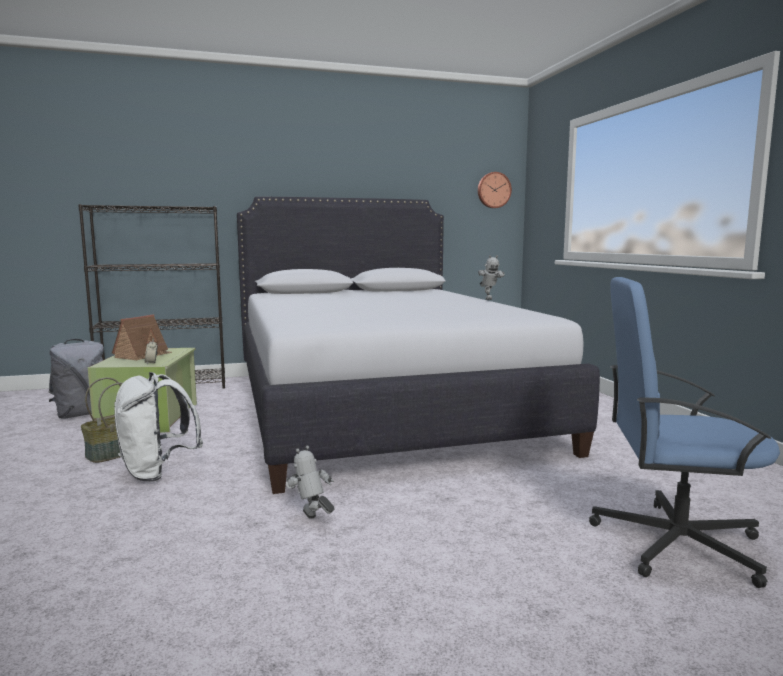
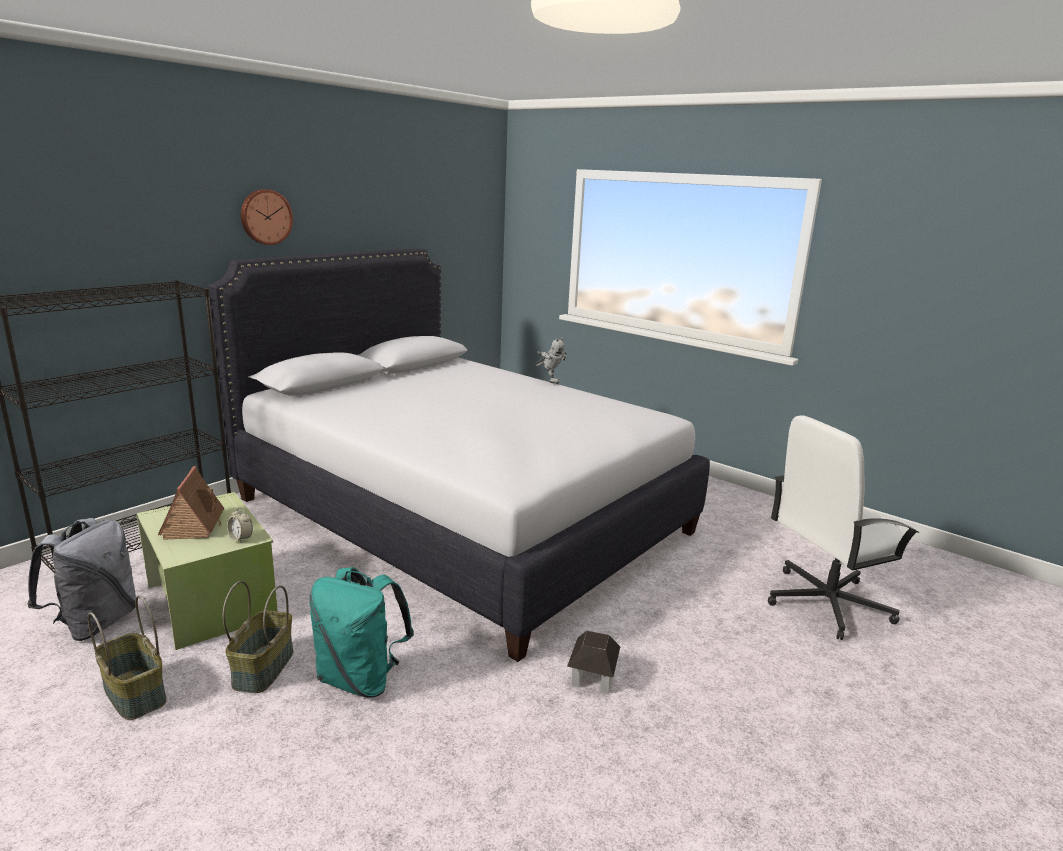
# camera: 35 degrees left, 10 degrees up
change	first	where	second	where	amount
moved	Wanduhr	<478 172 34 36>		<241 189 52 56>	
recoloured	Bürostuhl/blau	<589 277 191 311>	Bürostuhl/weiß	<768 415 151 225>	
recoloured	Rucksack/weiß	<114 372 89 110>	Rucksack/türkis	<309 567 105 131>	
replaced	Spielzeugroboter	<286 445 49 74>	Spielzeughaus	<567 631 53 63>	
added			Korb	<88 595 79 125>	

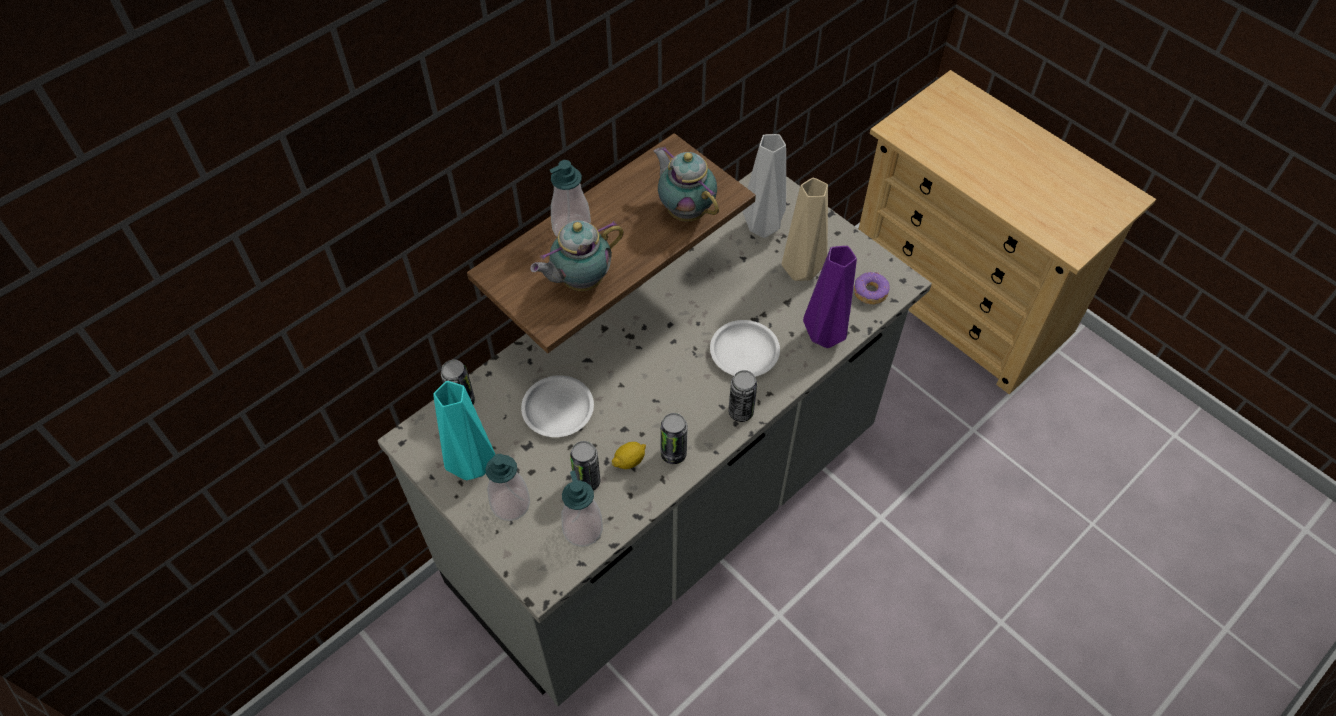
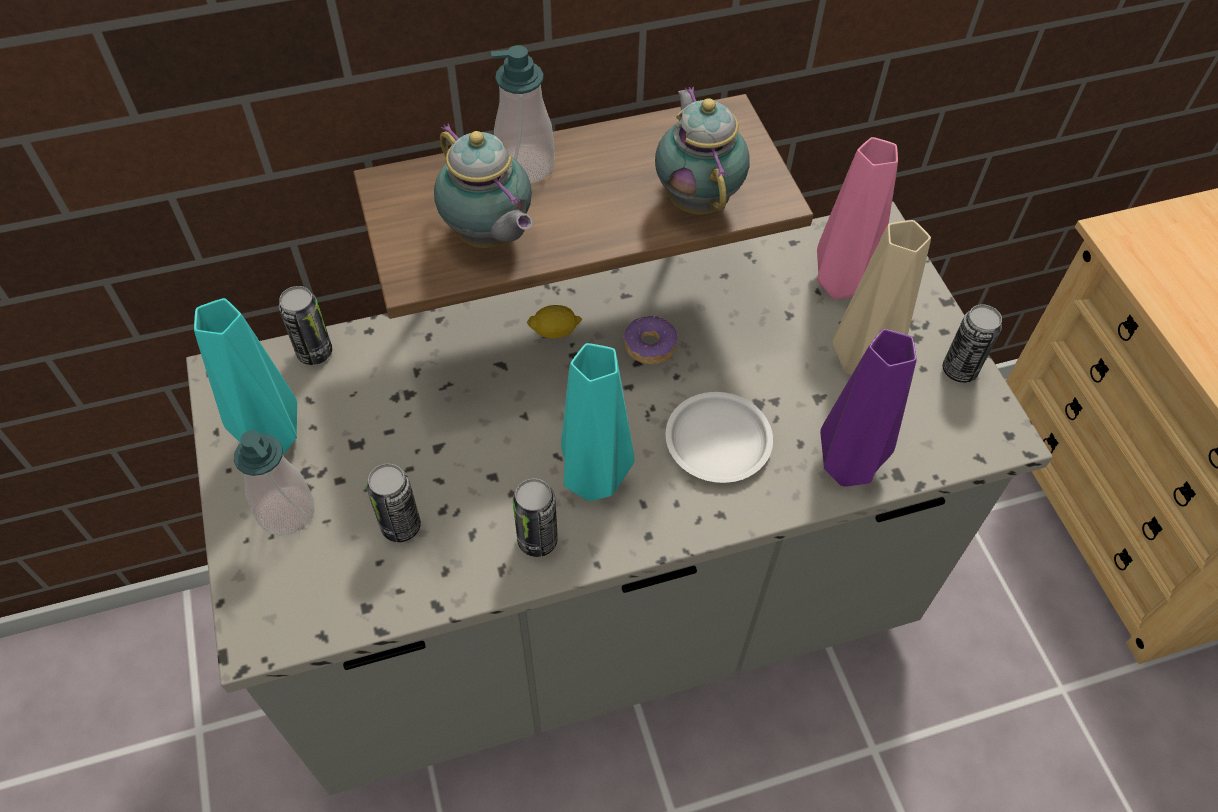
# camera: 25 degrees right, 0 degrees up
change	first	where	second	where	amount
recoloured	Vase/grau	<742 134 44 104>	Vase/rosa	<817 137 81 162>	
turned	Teekanne	<530 220 94 71>		<434 124 99 124>	120 degrees counterclockwise
moved	Donut	<854 272 36 33>		<623 316 54 49>	
moved	Dose	<728 370 29 52>		<943 304 59 79>	
removed	Teller/weiß	<521 375 73 62>			
moved	Zitrone	<612 442 34 27>		<527 305 55 34>	
removed	Seifenspender	<561 471 42 76>			
added			Vase/türkis	<561 343 74 158>	

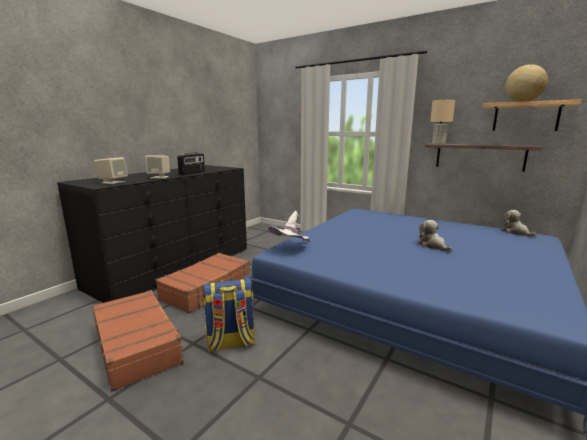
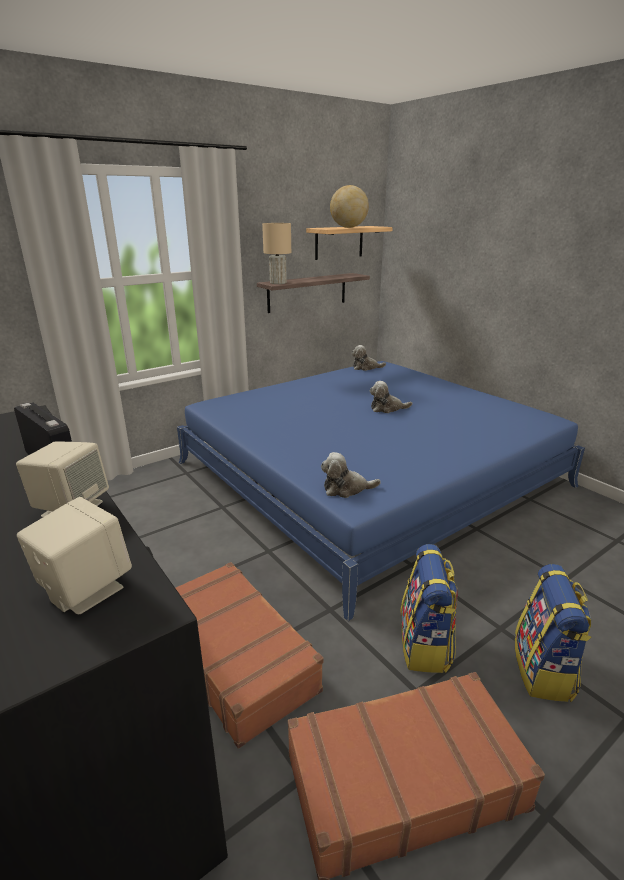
# camera: 70 degrees left, 10 degrees up
change	first	where	second	where	amount
replaced	Hut/weiß	<268 211 42 31>	Plüschtier	<321 452 60 46>	
added			Rucksack	<515 564 77 138>	

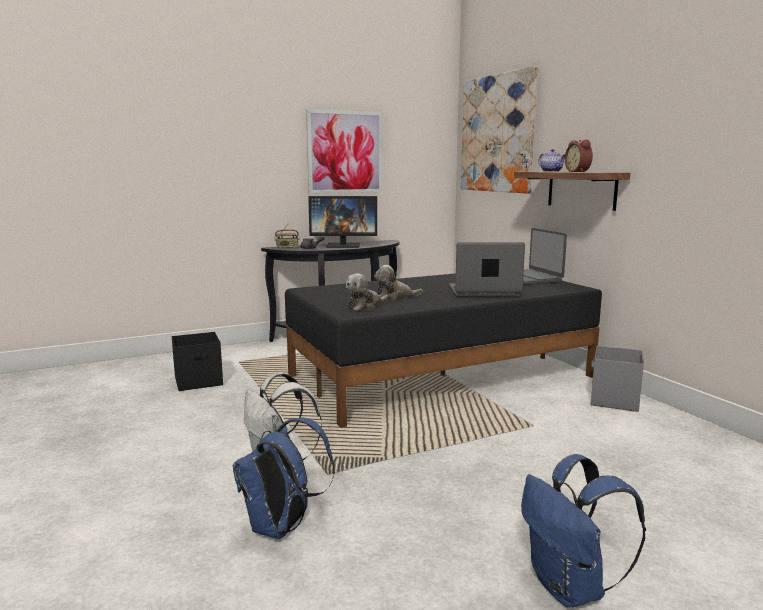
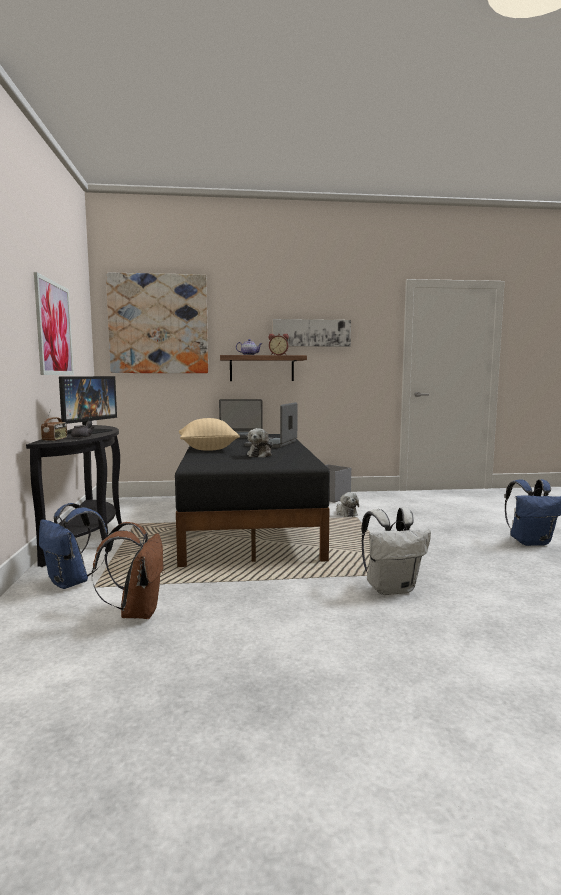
# camera: 70 degrees left, 5 degrees down
change	first	where	second	where	amount
moved	Plüschtier	<346 273 43 38>		<337 492 22 25>	
replaced	Aufbewahrungsbox/schwarz	<172 332 51 59>	Rucksack/braun	<92 522 73 97>	
moved	Rucksack/blau	<233 418 102 121>		<39 503 69 86>	
added			Bild	<273 319 78 28>	
added			Kissen/beige	<179 418 61 33>	

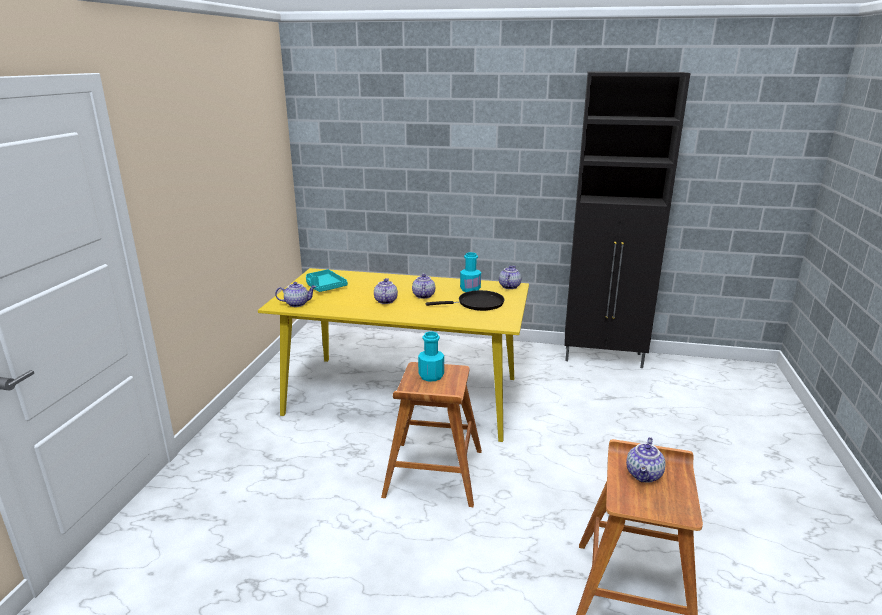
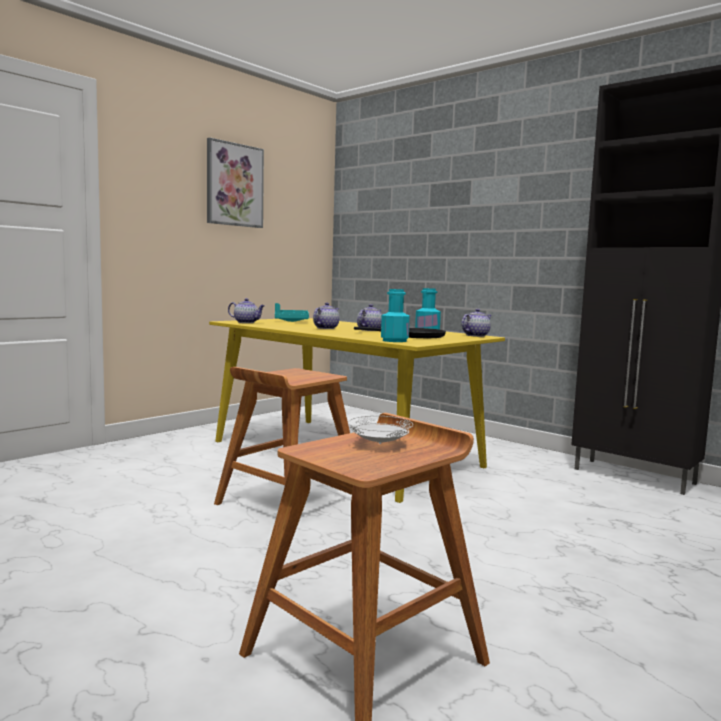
# camera: 30 degrees right, 15 degrees down
change	first	where	second	where	amount
moved	Flasche/türkis	<418 332 26 49>		<381 289 29 53>	
replaced	Teekanne	<626 437 40 46>	Teller/weiß	<348 416 65 28>	
added			Bild	<207 138 57 90>	

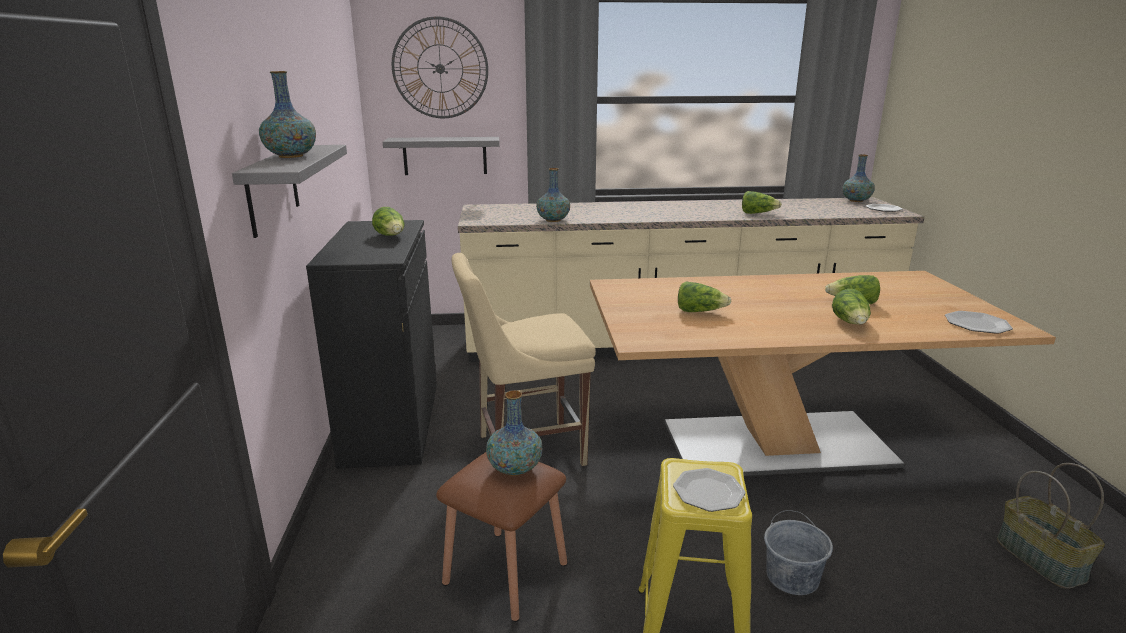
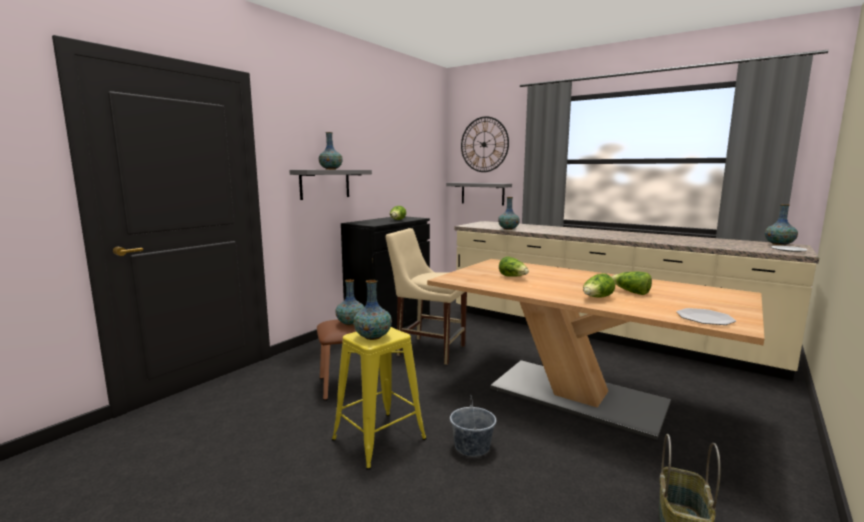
# camera: 40 degrees right, 10 degrees down
change	first	where	second	where	amount
removed	Salatkopf	<742 191 40 23>			
replaced	Teller	<673 468 72 44>	Vase	<353 280 39 60>	

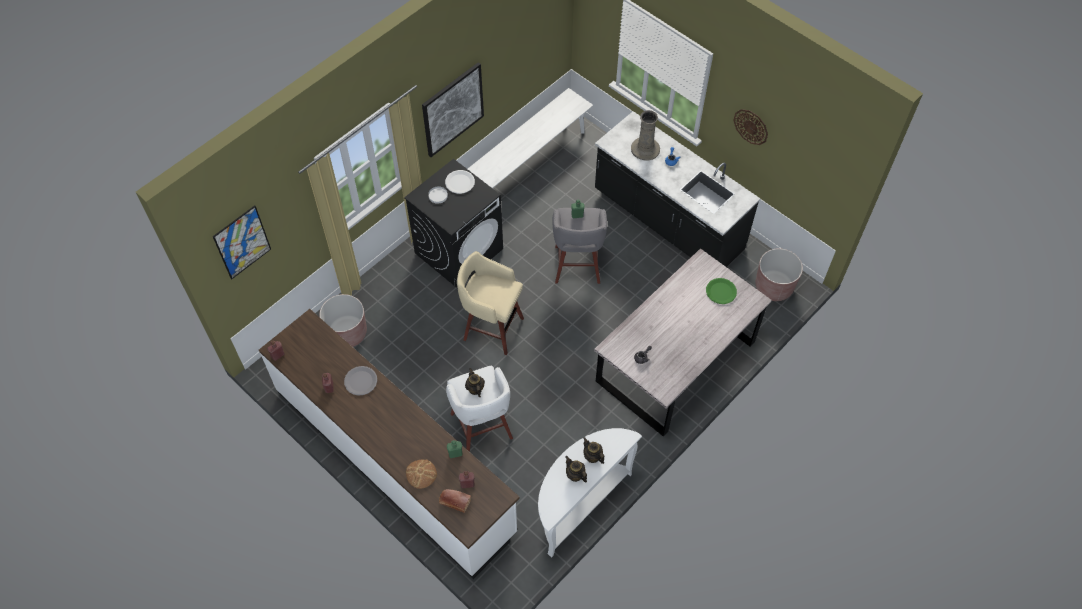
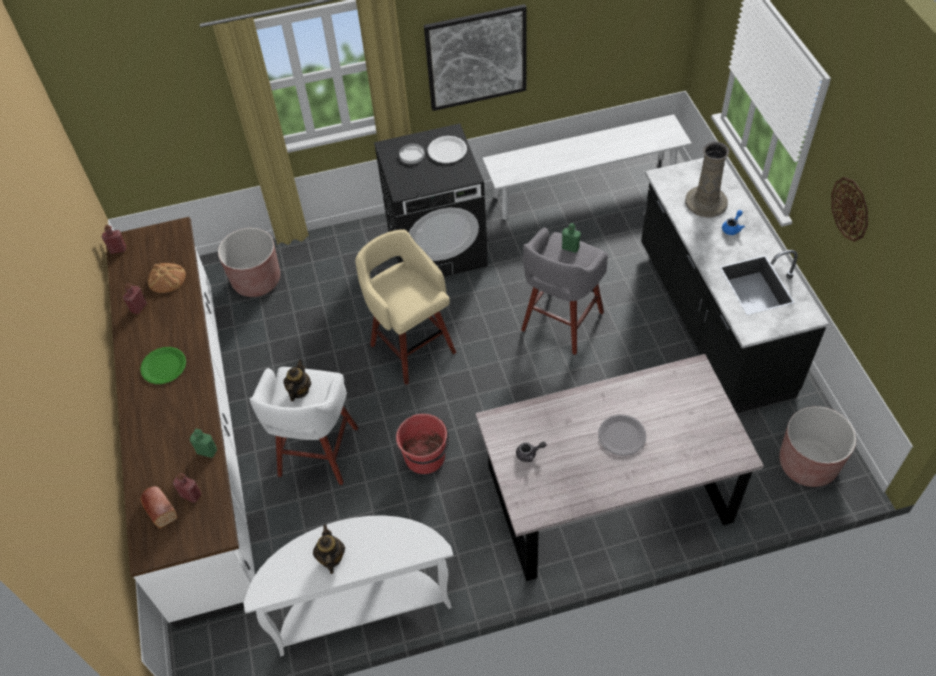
# camera: 35 degrees right, 5 degrees down
change	first	where	second	where	amount
removed	Bild	<213 205 58 74>			
moved	Teller/grün	<706 278 31 26>		<140 347 46 37>	
moved	Teller/grau	<344 366 33 30>		<598 414 48 42>	
removed	Teekanne	<583 437 22 27>			
moved	Brot	<406 460 31 29>		<148 263 38 30>	
added			Eimer/rot	<396 414 53 60>	

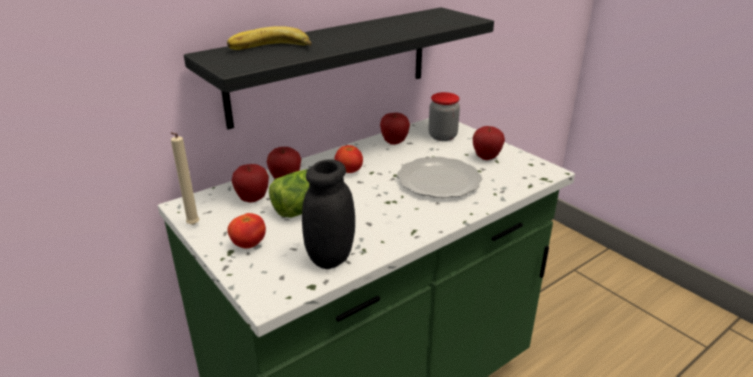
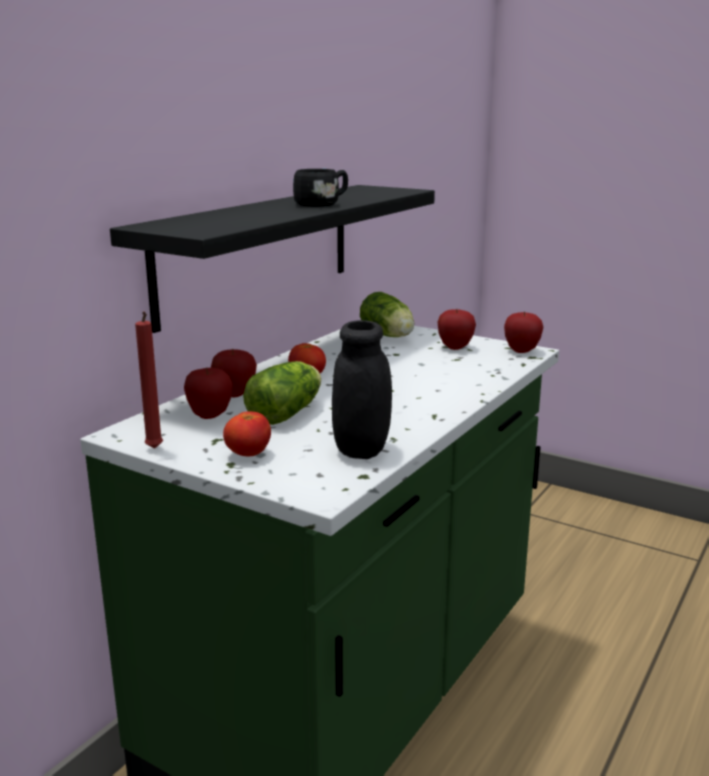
# camera: 20 degrees left, 10 degrees down
change	first	where	second	where	amount
removed	Banane	<227 26 85 24>			
replaced	Vorratsglas	<429 92 31 49>	Salatkopf	<360 292 54 45>	
moved	Apfel	<380 113 30 32>		<504 311 39 42>	
recoloured	Kerze/beige	<171 132 28 93>	Kerze/rot	<135 311 28 138>	
removed	Teller	<397 157 85 41>			
added			Henkelbecher/schwarz	<293 169 55 38>	

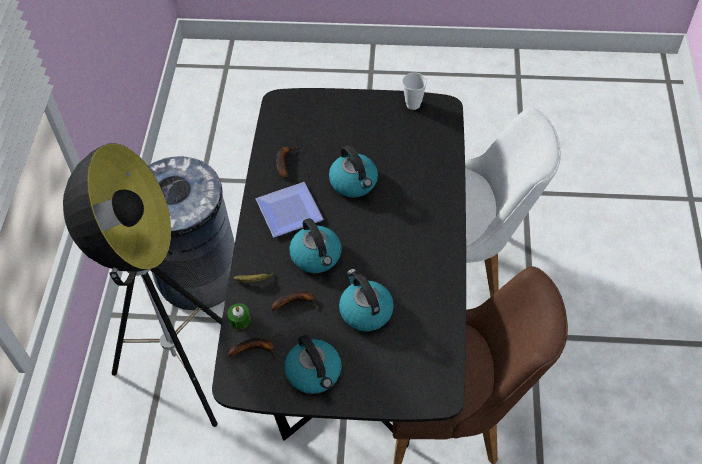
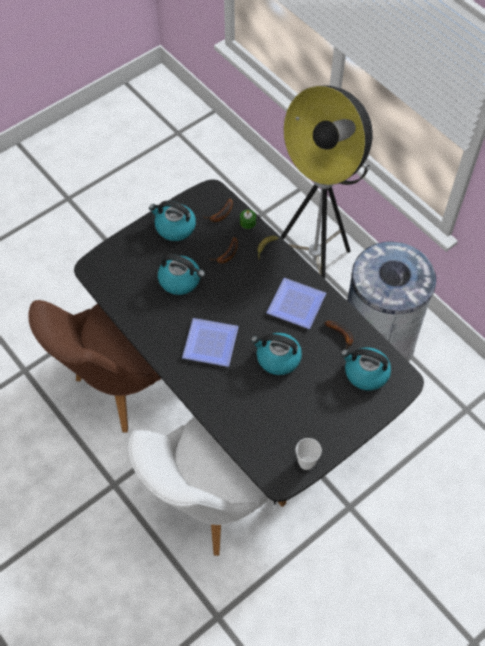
# camera: 135 degrees right, 5 degrees up
change	first	where	second	where	amount
moved	Wasserkessel	<290 218 52 55>		<341 347 50 43>	
added			Teller	<182 318 57 49>	

